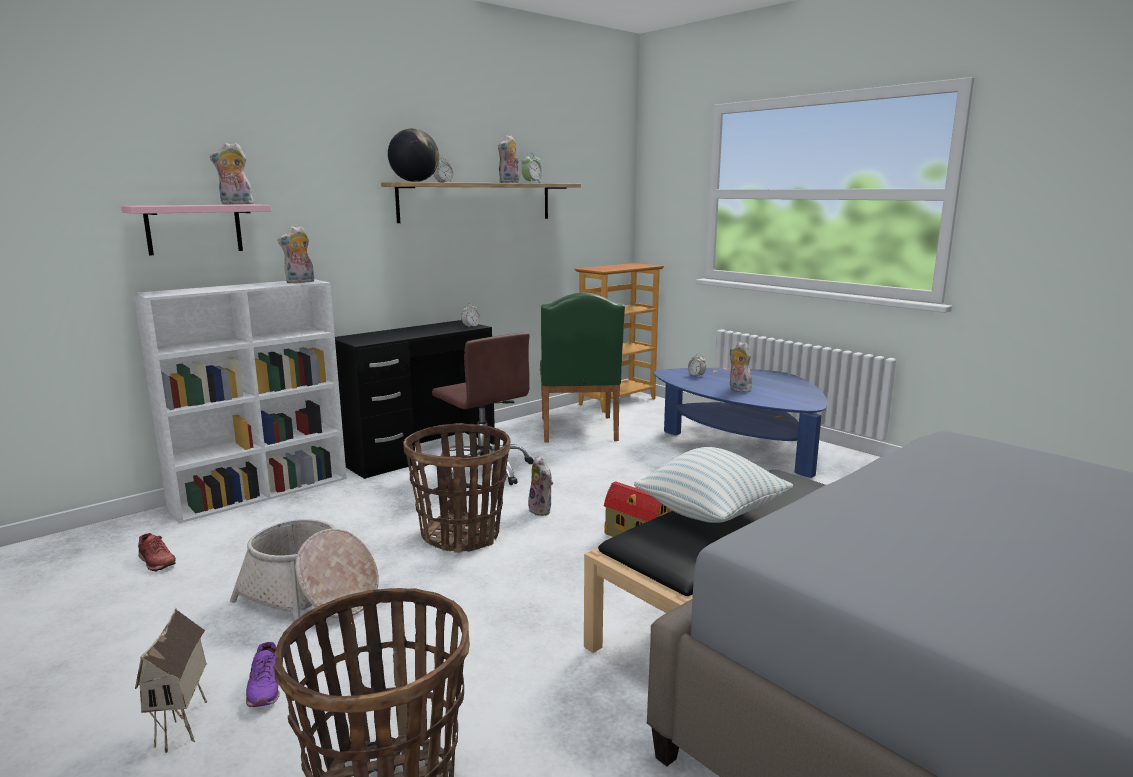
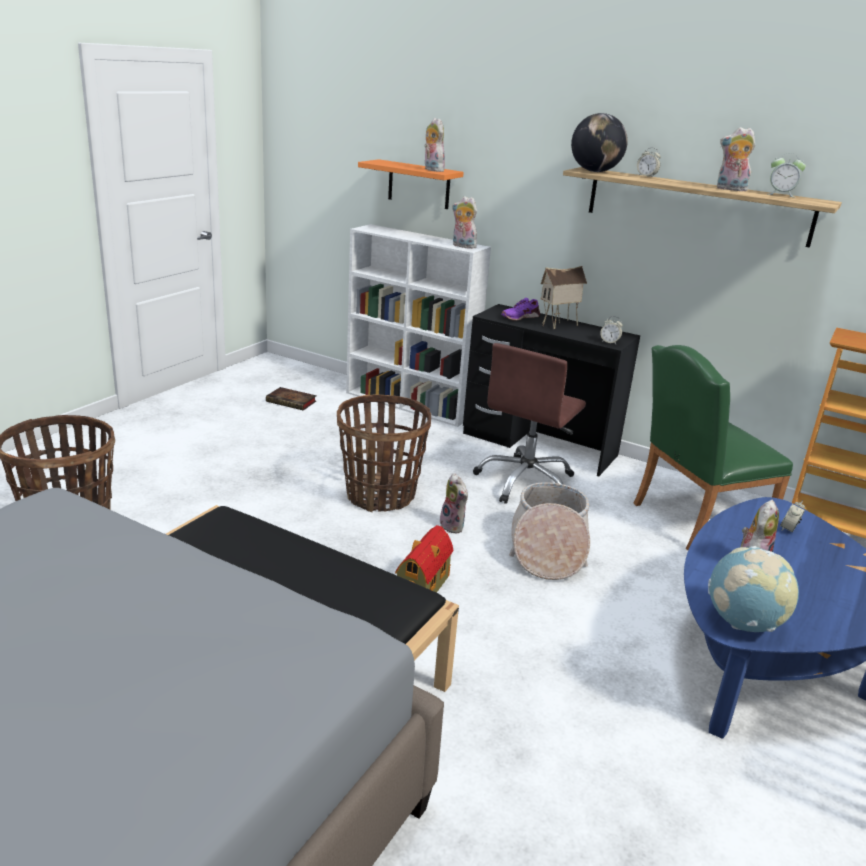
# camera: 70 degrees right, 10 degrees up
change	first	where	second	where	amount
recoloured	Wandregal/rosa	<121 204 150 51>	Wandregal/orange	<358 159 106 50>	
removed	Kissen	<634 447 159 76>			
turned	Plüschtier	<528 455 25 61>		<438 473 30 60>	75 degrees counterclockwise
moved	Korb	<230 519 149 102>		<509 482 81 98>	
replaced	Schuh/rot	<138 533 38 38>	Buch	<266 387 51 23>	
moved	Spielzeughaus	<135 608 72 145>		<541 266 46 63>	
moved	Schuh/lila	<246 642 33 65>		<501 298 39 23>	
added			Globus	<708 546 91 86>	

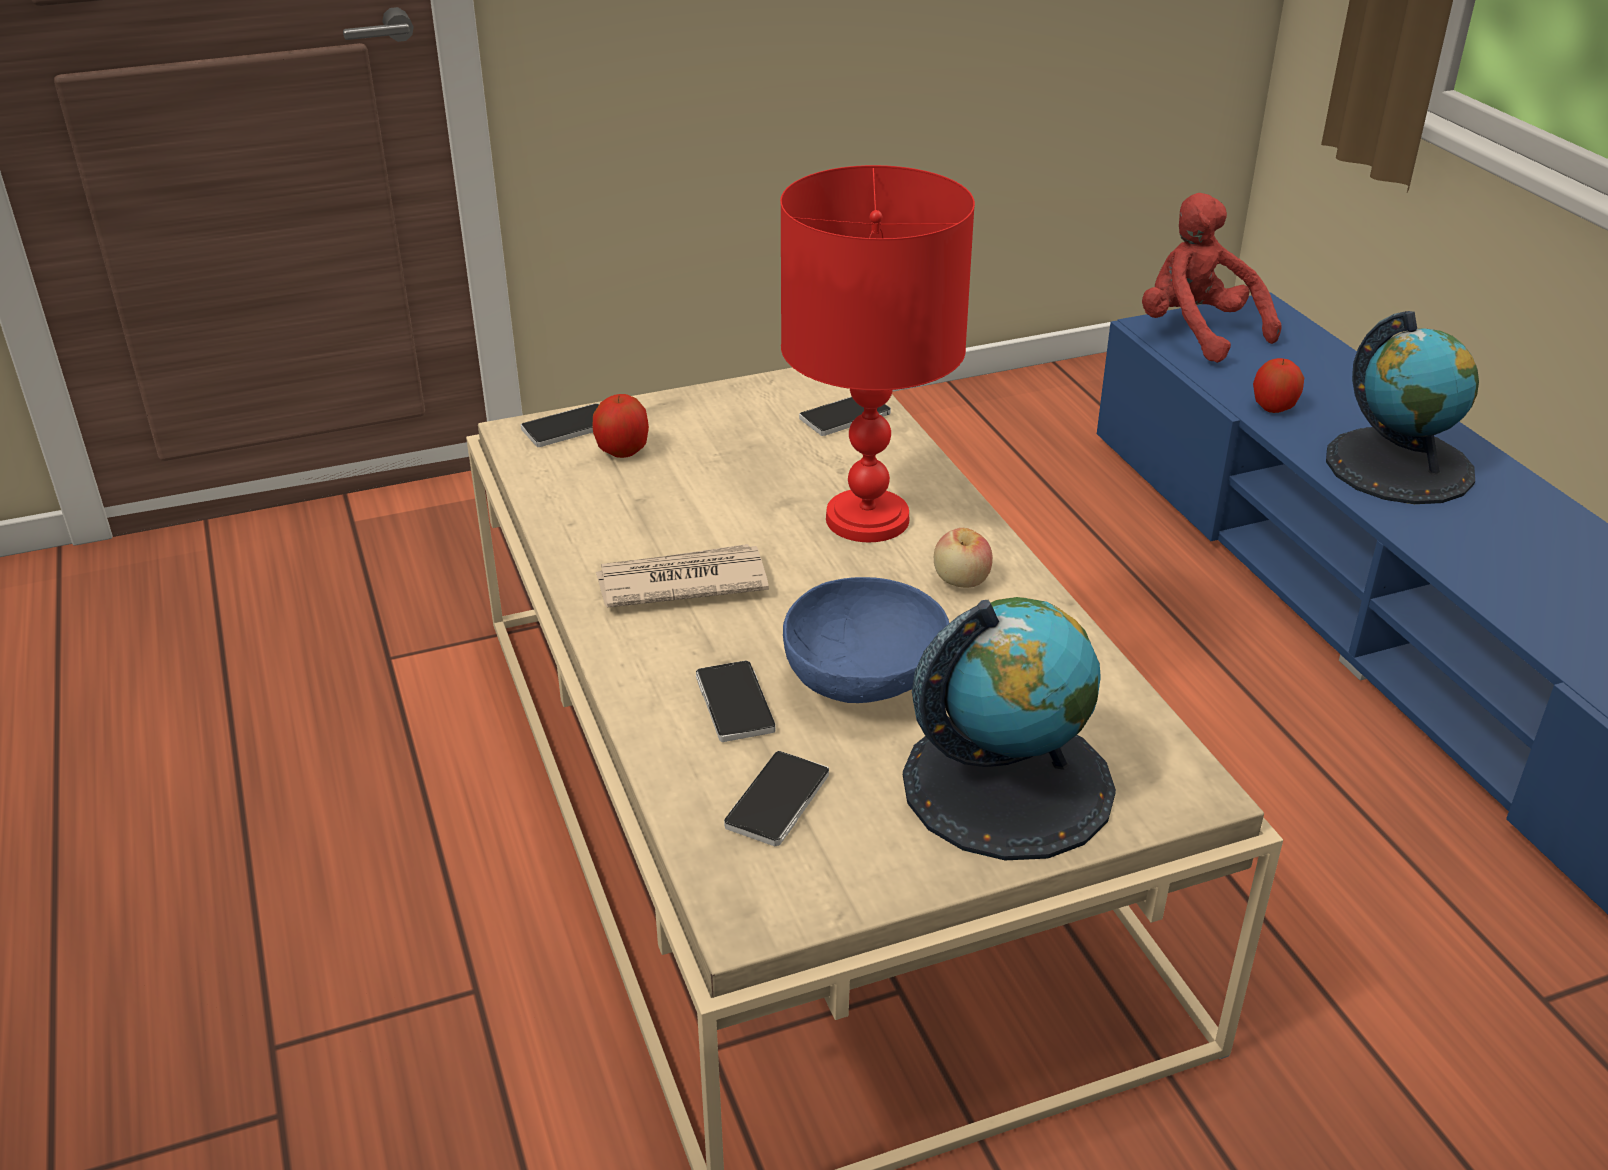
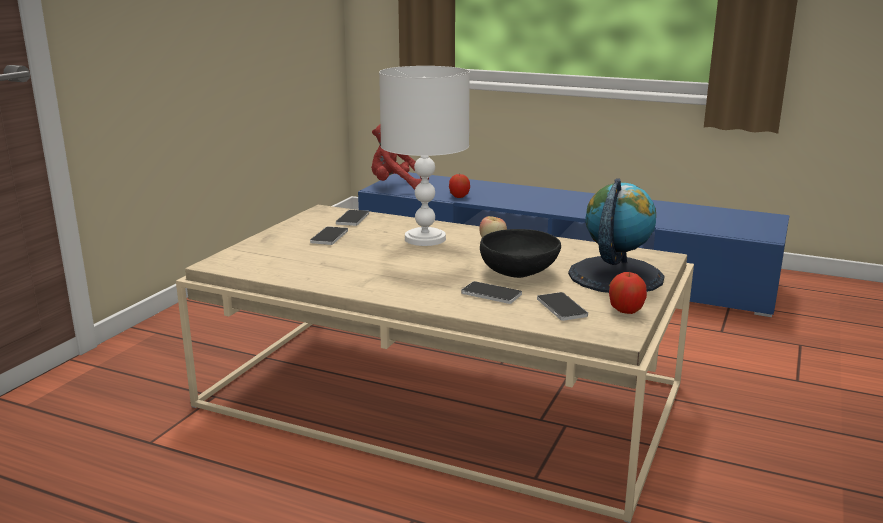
# camera: 45 degrees left, 15 degrees down
change	first	where	second	where	amount
recoloured	Tischlampe/rot	<780 165 195 377>	Tischlampe/weiß	<379 66 91 180>	
removed	Globus	<1326 311 153 193>			
moved	Apfel	<592 394 57 64>		<609 272 38 42>	
moved	Handy	<521 403 78 44>		<310 226 38 19>	
removed	Zeitung	<596 544 173 63>			
recoloured	Schüssel/blau	<783 577 166 126>	Schüssel/schwarz	<480 229 81 49>	

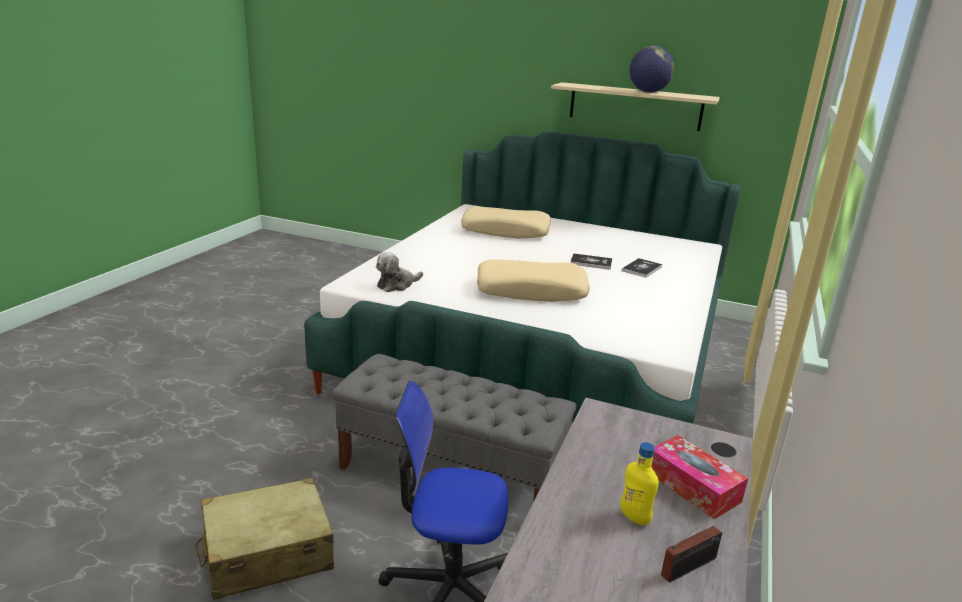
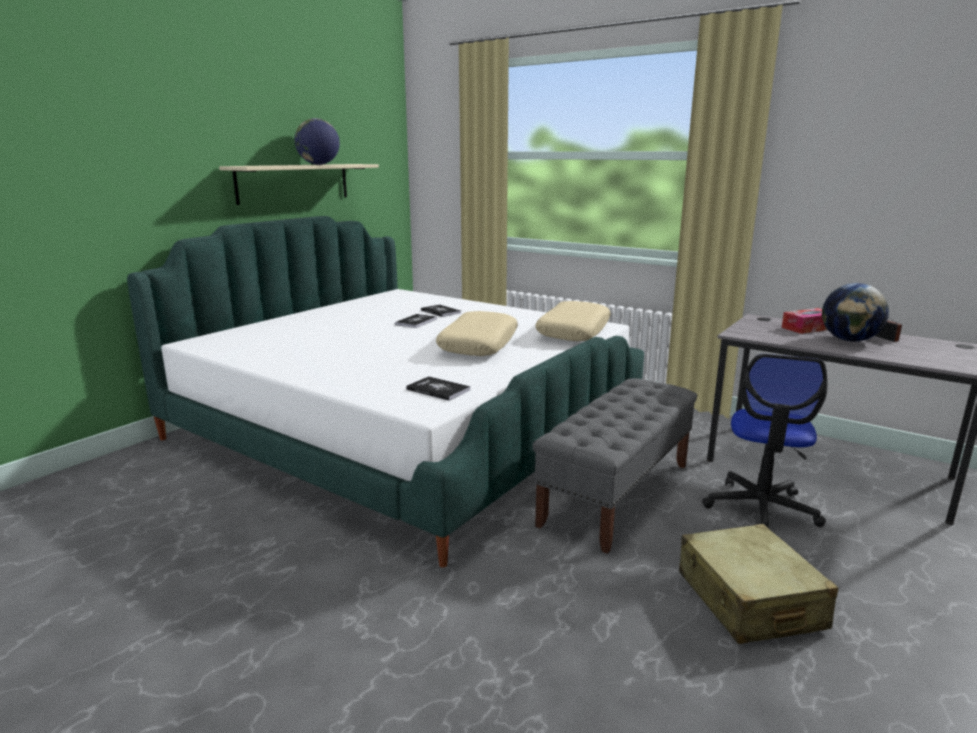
# camera: 75 degrees left, 5 degrees down
change	first	where	second	where	amount
moved	Kissen/beige	<461 206 90 33>		<535 301 76 40>	
replaced	Plüschtier	<376 252 47 40>	Buch	<406 376 64 25>	
replaced	Flasche/gelb	<620 442 39 83>	Globus	<822 283 67 59>	

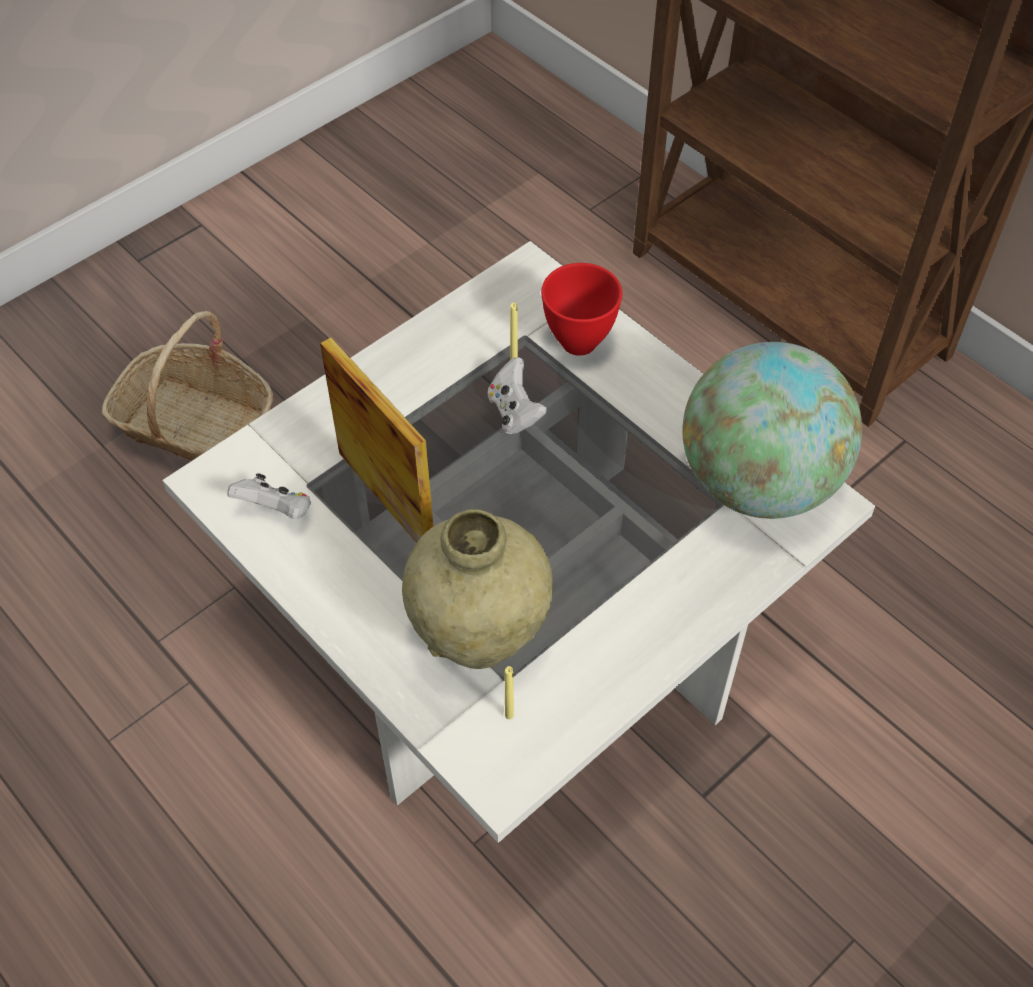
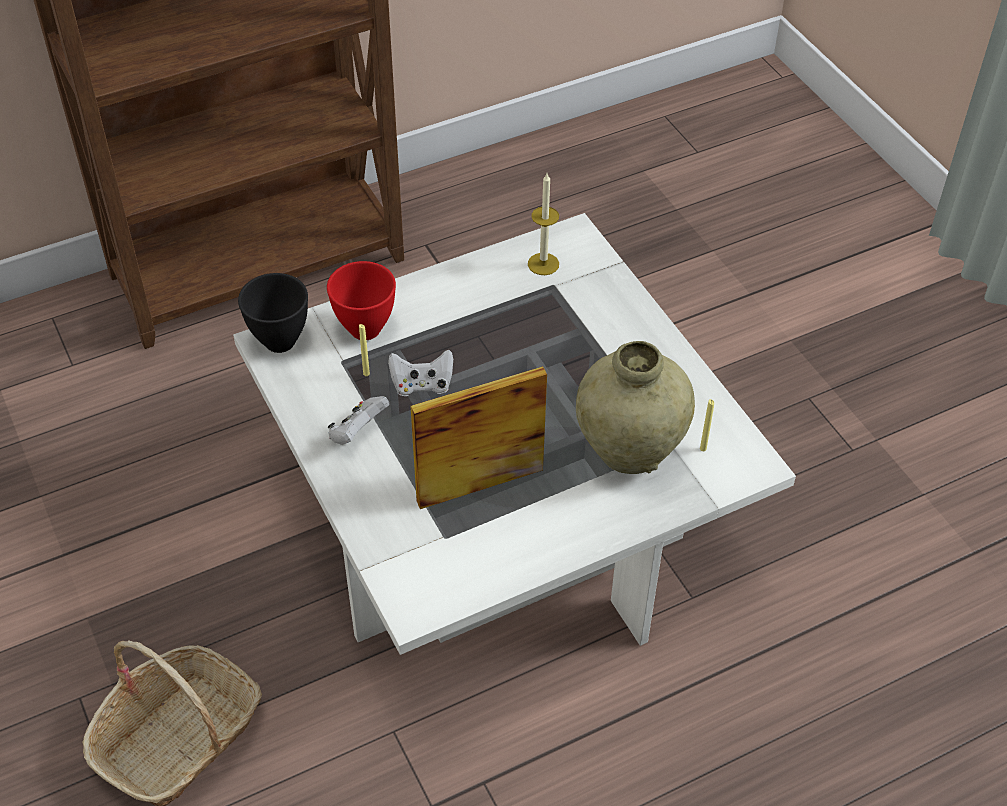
# camera: 75 degrees left, 5 degrees down
change	first	where	second	where	amount
replaced	Globus	<682 342 180 177>	Kerze	<528 174 31 101>	
moved	Gamepad/weiß	<227 473 84 46>		<328 396 61 49>	
added			Schüssel/schwarz	<238 273 70 80>	

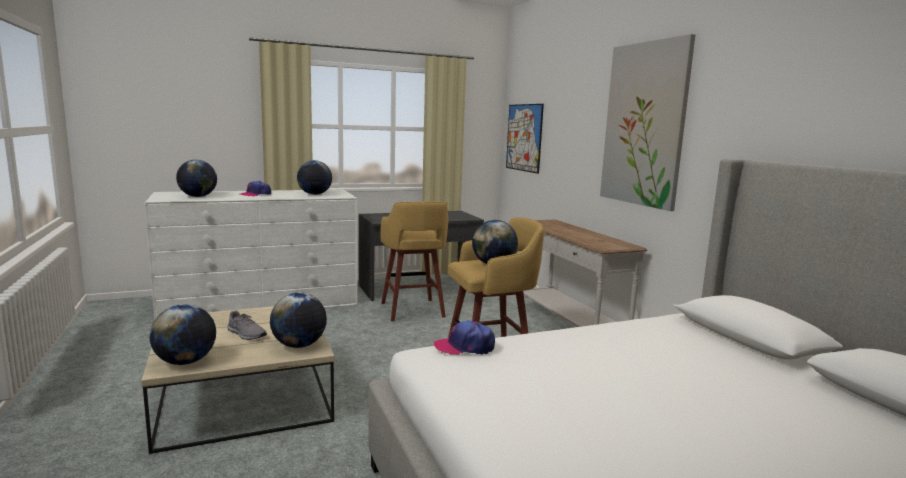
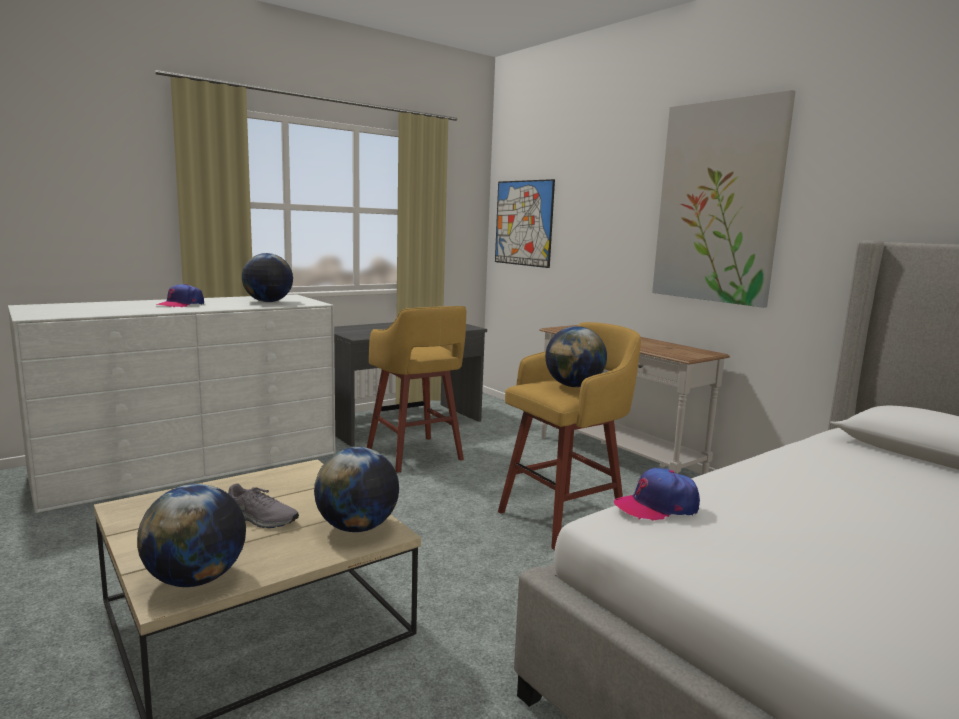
# camera: 15 degrees left, 0 degrees up
change	first	where	second	where	amount
removed	Globus	<176 160 41 37>			

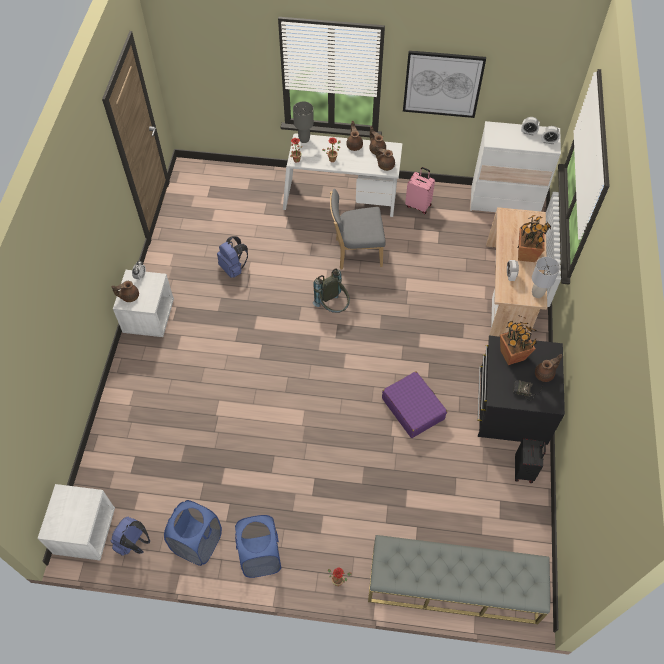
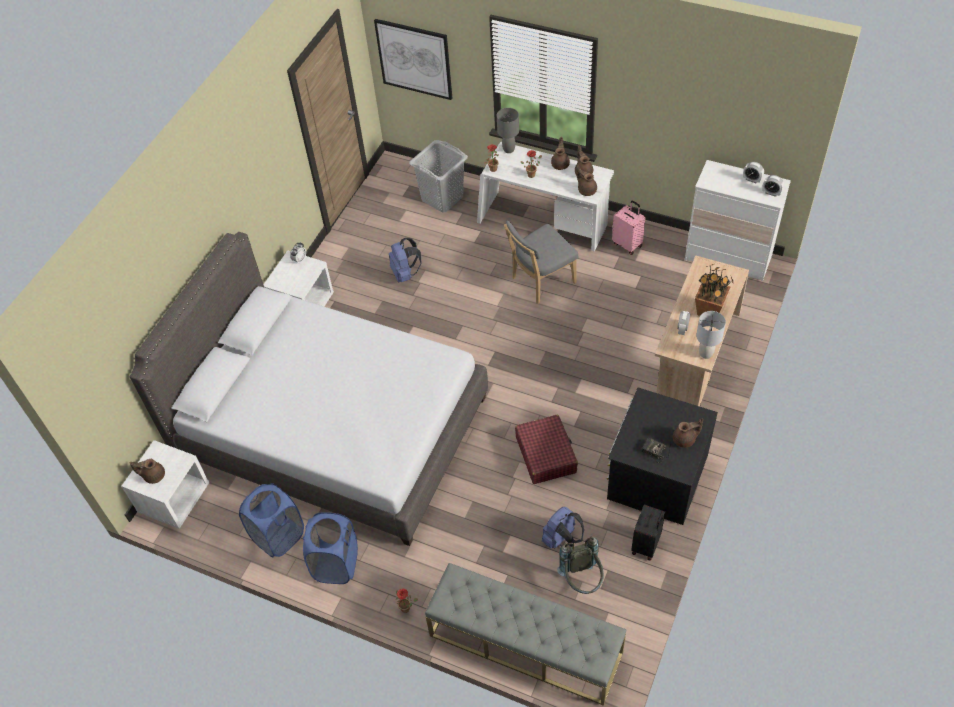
# camera: 20 degrees right, 5 degrees down
change	first	where	second	where	amount
moved	Bild	<403 50 83 68>		<374 19 78 81>	
turned	Stuhl/grau	<330 189 56 80>		<504 220 75 84>	45 degrees counterclockwise
moved	Rucksack/grau	<313 268 37 45>		<557 537 47 57>	
moved	Teekanne/braun	<112 281 27 21>		<130 459 35 25>	
removed	Topfpflanze	<500 315 37 50>			
recoloured	Koffer/lila	<382 372 65 66>	Koffer/rot	<515 415 63 69>	
moved	Rucksack/blau	<111 517 39 39>		<542 507 42 42>	
added			Wäschekorb/grau	<409 140 59 73>	
added			Bett/grau	<130 232 358 314>	

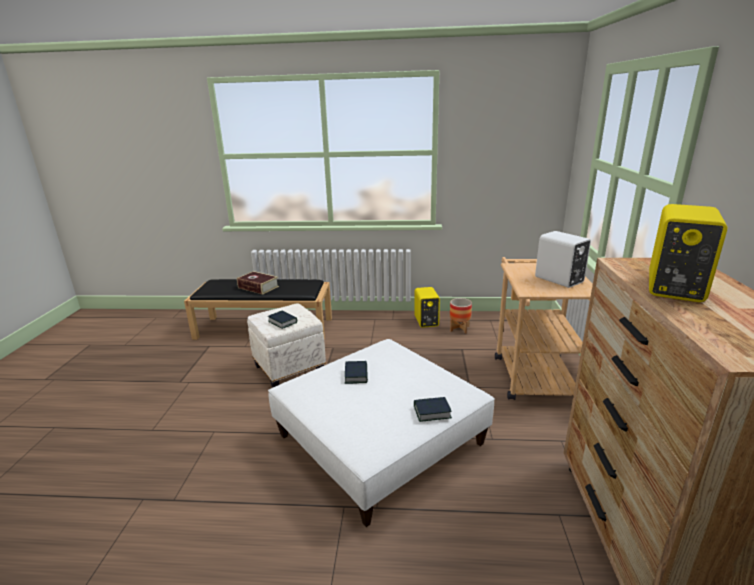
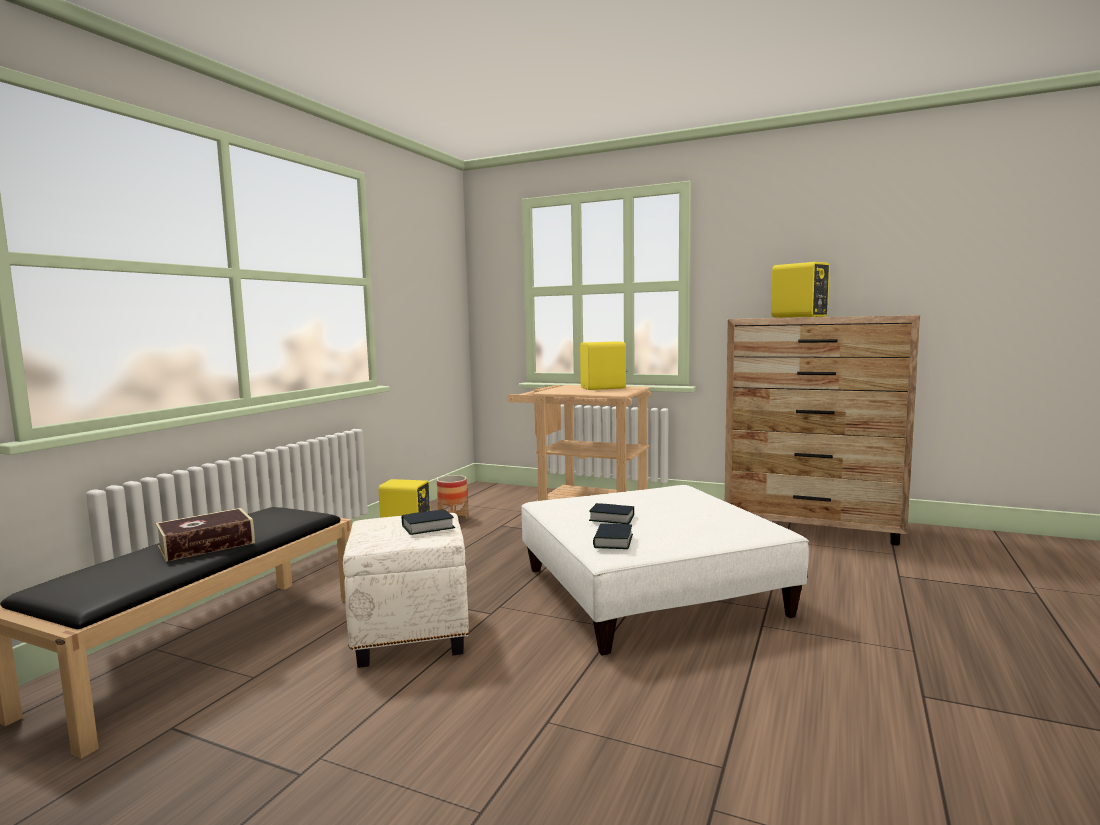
# camera: 70 degrees left, 15 degrees down
change	first	where	second	where	amount
recoloured	Lautsprecher/weiß	<535 231 56 57>	Lautsprecher/gelb	<580 341 47 49>	
moved	Buch	<414 397 38 25>		<593 523 40 26>	

